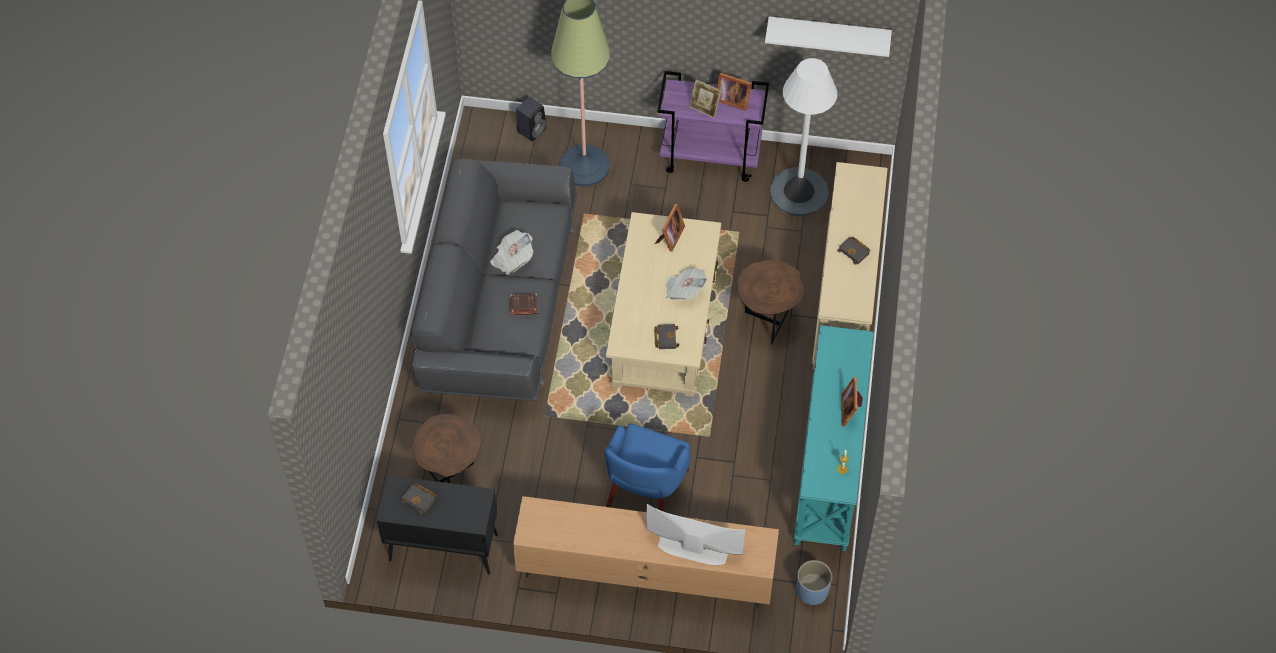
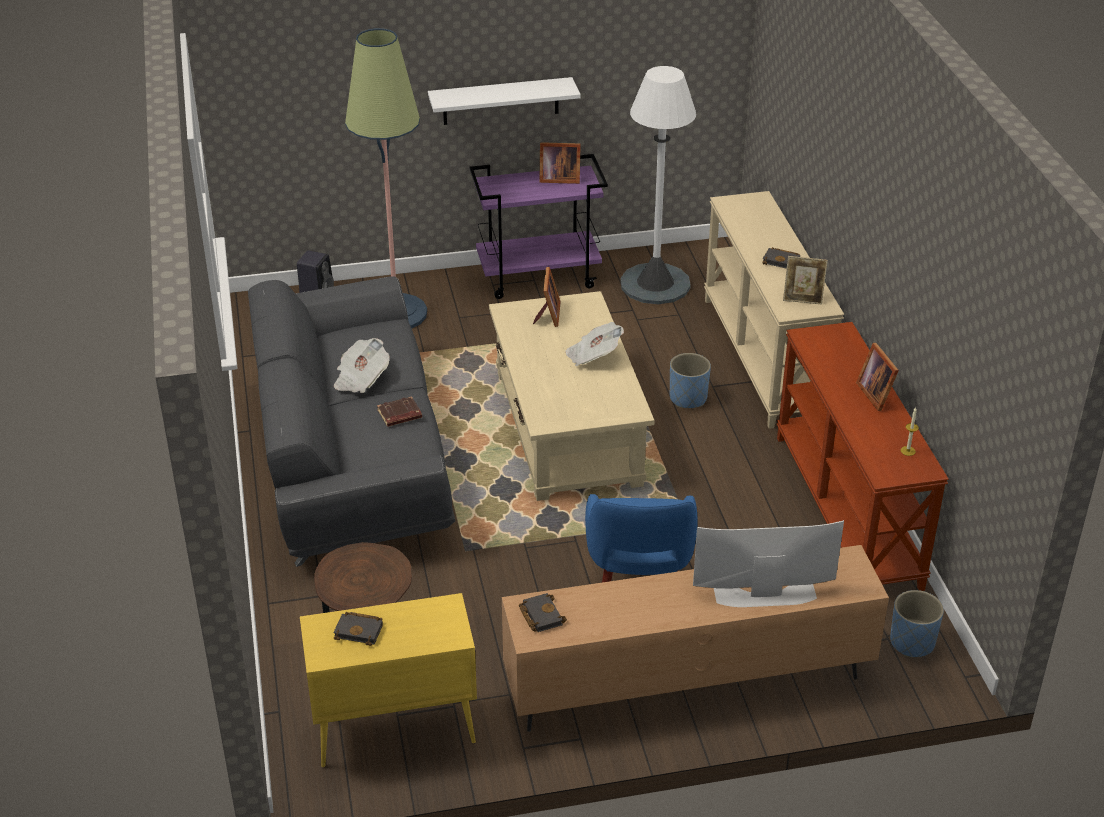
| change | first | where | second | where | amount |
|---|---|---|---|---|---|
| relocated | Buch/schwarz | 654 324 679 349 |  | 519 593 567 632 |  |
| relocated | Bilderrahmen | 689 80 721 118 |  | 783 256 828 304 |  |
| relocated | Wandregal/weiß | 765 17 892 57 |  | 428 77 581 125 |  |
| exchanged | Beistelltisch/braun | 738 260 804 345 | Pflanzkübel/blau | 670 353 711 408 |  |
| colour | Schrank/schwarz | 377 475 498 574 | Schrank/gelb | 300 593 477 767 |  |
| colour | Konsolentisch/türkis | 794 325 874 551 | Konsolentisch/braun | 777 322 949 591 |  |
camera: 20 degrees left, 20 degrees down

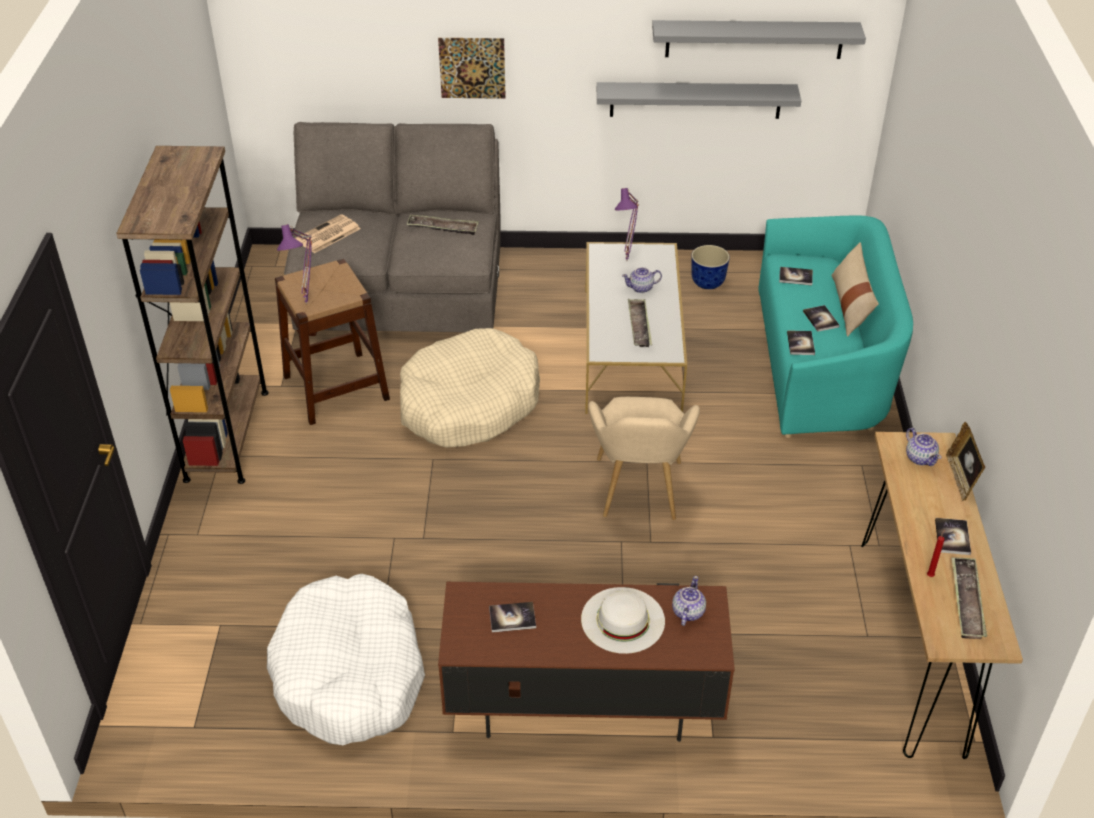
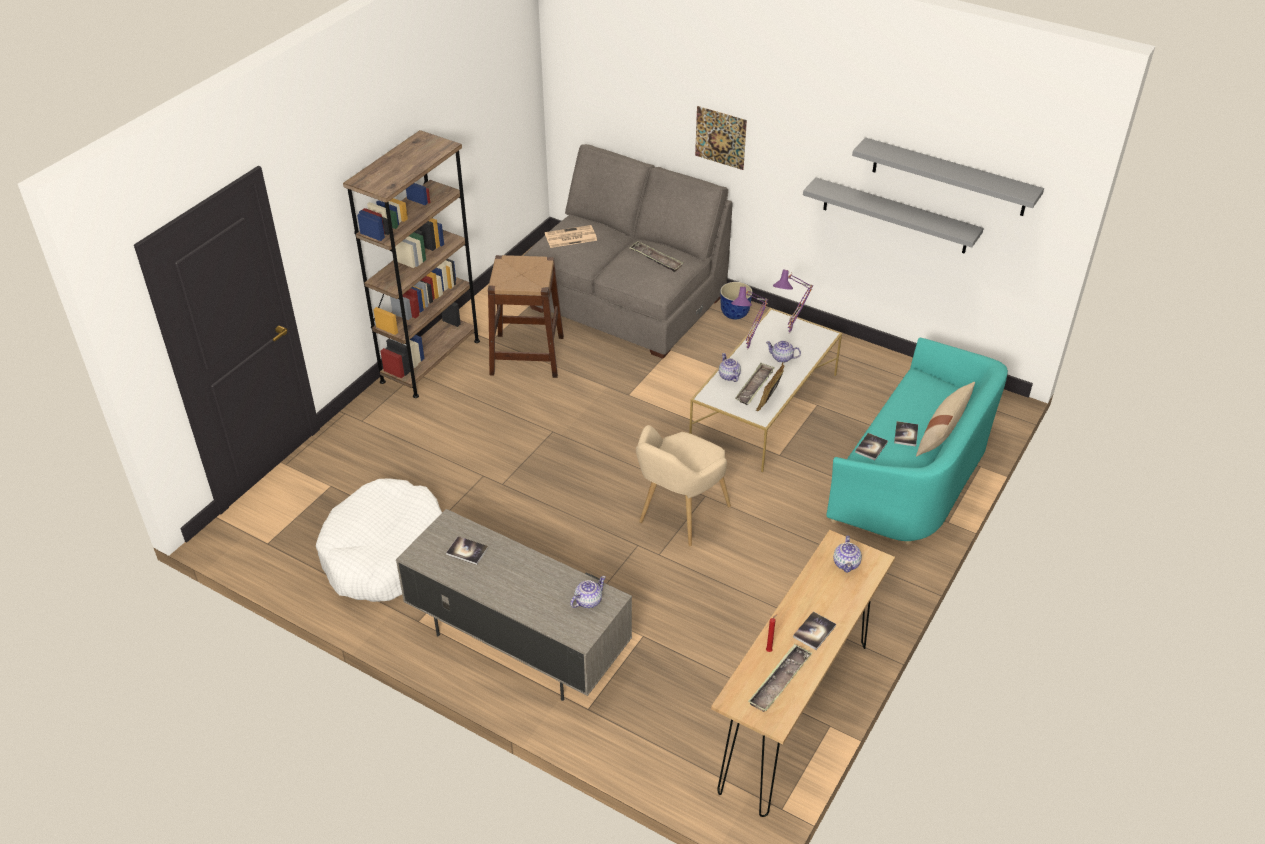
| change | first | where | second | where | amount |
|---|---|---|---|---|---|
| missing | Hundebett/beige | 400 328 540 448 |  |  |  |
| missing | Hut/weiß | 581 587 665 654 |  |  |  |
| missing | Buch | 779 267 813 285 |  |  |  |
| appeared |  |  | Teekanne | 719 353 741 382 |  |
| relocated | Tischlampe/lila | 277 224 313 304 |  | 731 286 768 350 |  |
| relocated | Pflanzkübel | 691 245 730 289 |  | 720 282 753 319 |  |
| relocated | Bilderrahmen | 946 422 985 501 |  | 756 362 784 411 |  |
| colour | Fernsehschrank/braun | 438 582 735 742 | Fernsehschrank/grau | 396 509 632 701 |  |
camera: 30 degrees right, 0 degrees up

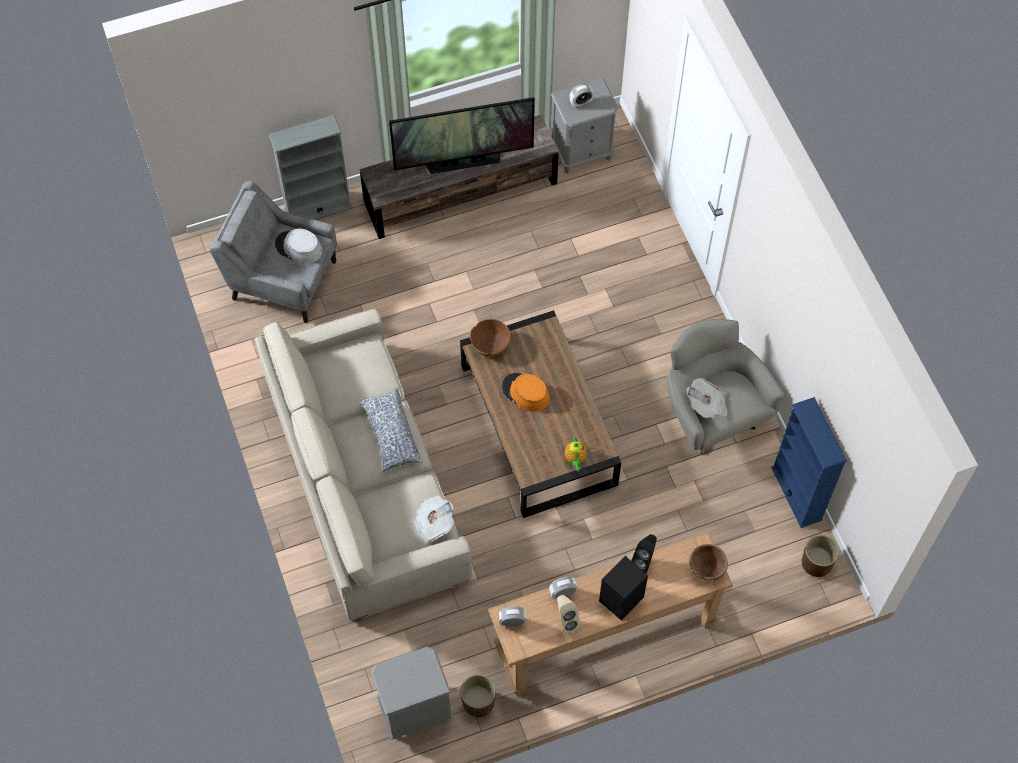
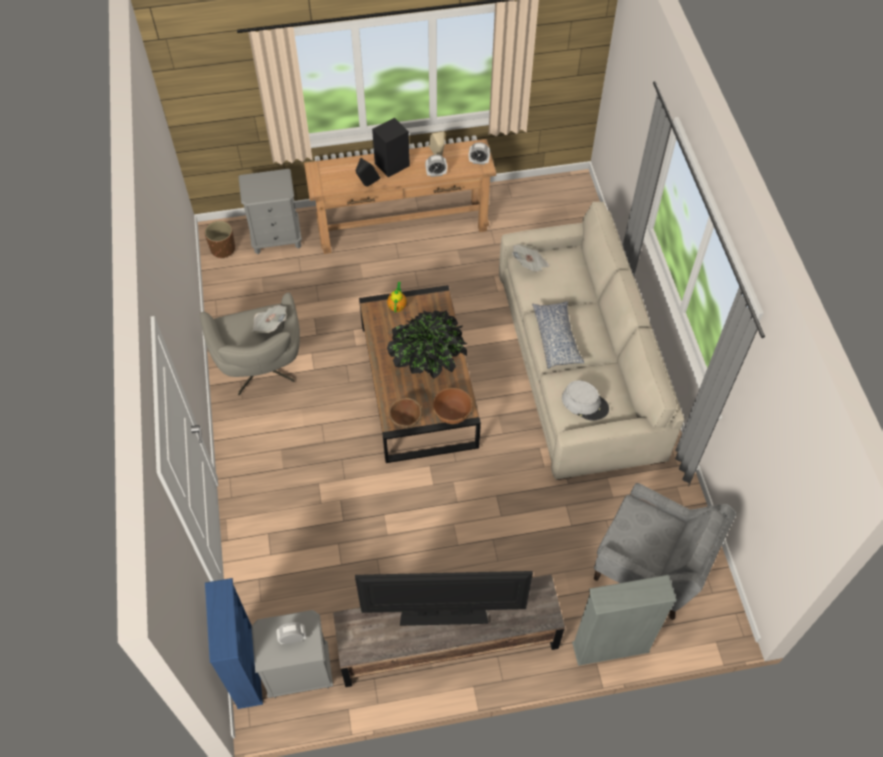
| change | first | where | second | where | amount |
|---|---|---|---|---|---|
| missing | Pflanzkübel/braun | 460 674 496 717 |  |  |  |
| relocated | Hut/grau | 275 229 323 264 |  | 562 380 609 421 |  |
| relocated | Nachttisch/grau | 371 646 453 740 |  | 238 169 302 254 |  |
| relocated | Schüssel/braun | 689 544 728 581 |  | 388 398 422 429 |  |
| relocated | Bücherregal/blau | 771 397 847 528 |  | 205 578 263 709 |  |
| exchanged | Hut/orange | 502 373 550 411 | Topfpflanze | 387 310 468 379 |  |
camera: 170 degrees left, 5 degrees down

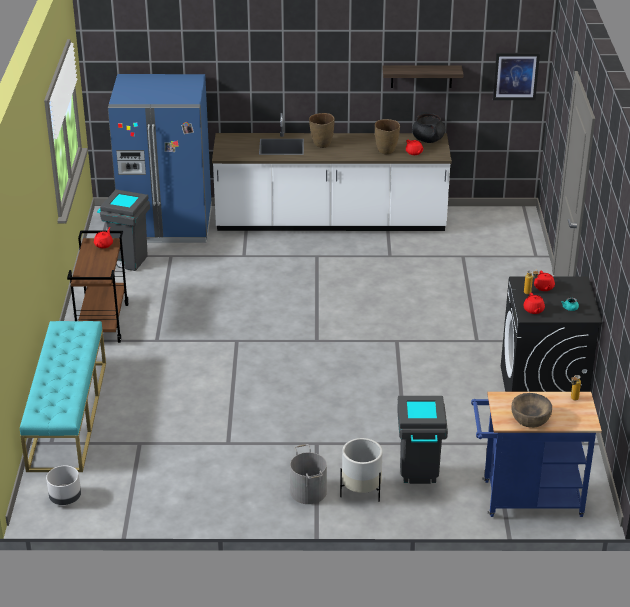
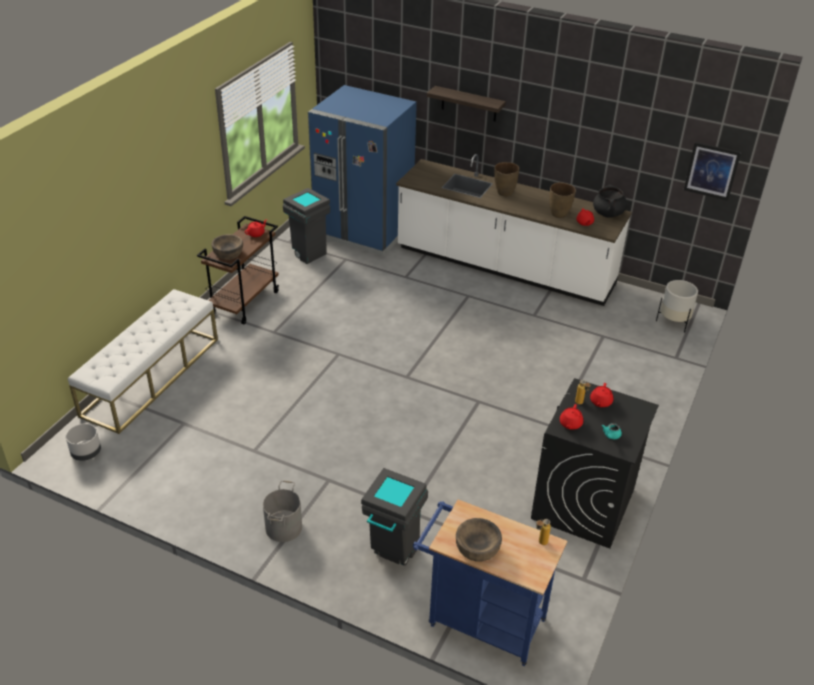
| change | first | where | second | where | amount |
|---|---|---|---|---|---|
| appeared |  |  | Schüssel/braun | 212 234 243 260 |  |
| relocated | Pflanzkübel/weiß | 340 438 383 502 |  | 656 280 698 333 |  |
| relocated | Wandregal | 383 66 463 88 |  | 427 86 506 122 |  |
| colour | Bank/türkis | 20 321 106 472 | Bank/weiß | 68 289 218 434 |  |
camera: 25 degrees right, 5 degrees up

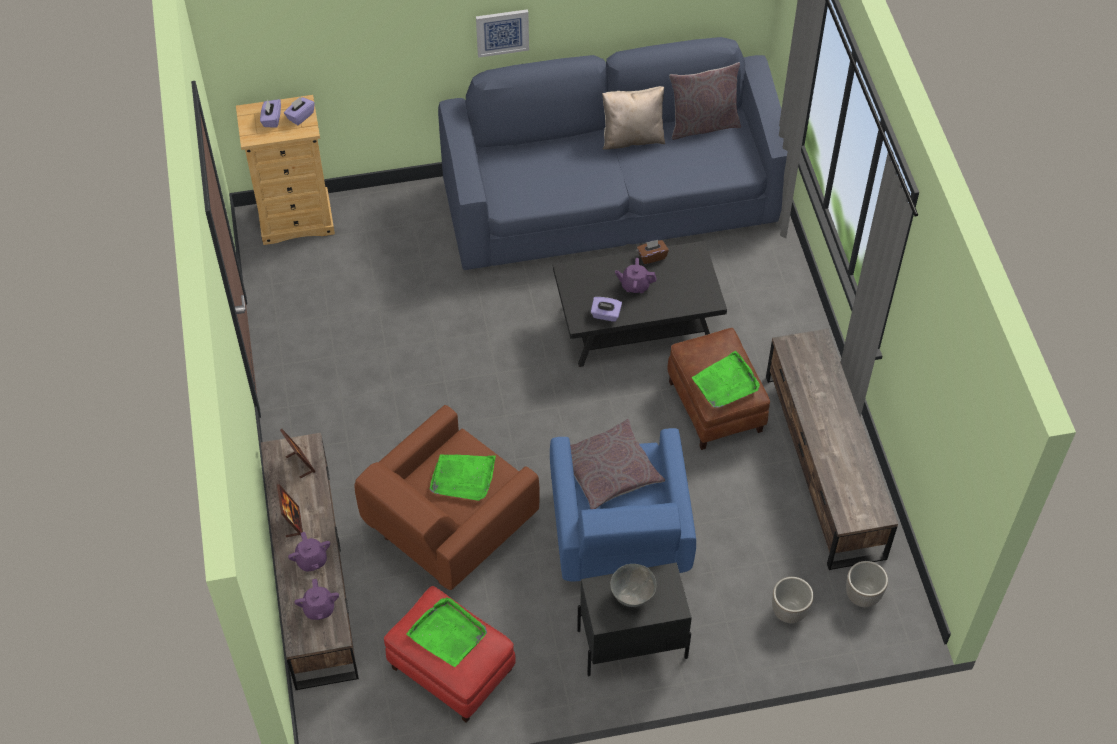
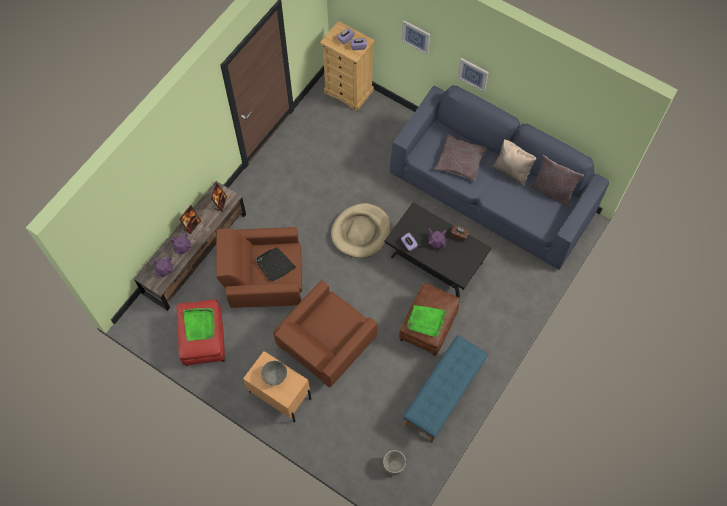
| change | first | where | second | where | amount |
|---|---|---|---|---|---|
| missing | Pflanzkübel | 772 577 814 623 |  |  |  |
| appeared |  |  | Hundebett/beige | 331 203 391 258 |  |
| appeared |  |  | Bild | 401 20 430 55 |  |
| relocated | Kissen/grau | 570 419 665 509 |  | 434 134 487 182 |  |
| exchanged | Fernsehschrank/braun | 766 329 898 570 | Bank/blau | 403 335 488 443 |  |
| colour | Tablett/grün | 430 454 496 501 | Tablett/schwarz | 256 247 296 281 |  |
| colour | Sessel/blau | 550 428 696 582 | Sessel/braun | 273 280 378 387 |  |
| colour | Nachttisch/schwarz | 577 562 692 676 | Nachttisch/beige | 243 351 311 423 |  |
camera: 45 degrees right, 10 degrees up

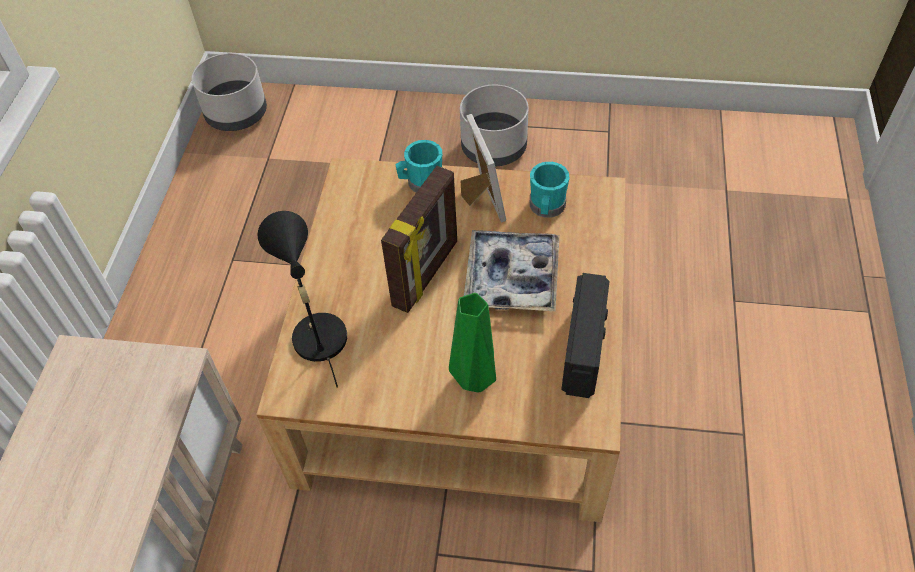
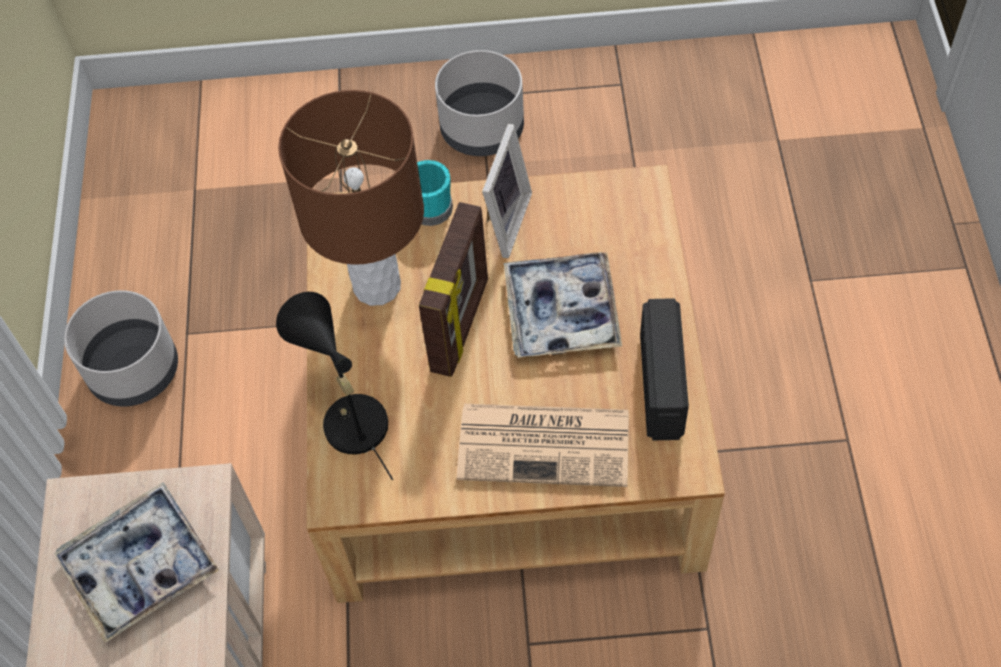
| change | first | where | second | where | amount |
|---|---|---|---|---|---|
| missing | Henkelbecher/türkis | 530 162 569 218 |  |  |  |
| appeared |  |  | Tablett | 54 482 219 643 |  |
| appeared |  |  | Tischlampe/braun | 278 90 424 306 |  |
| relocated | Pflanzkübel/grau | 191 53 267 131 |  | 64 290 178 406 |  |
| exchanged | Vase/grün | 449 293 496 393 | Zeitung | 457 404 629 487 |  |
| spun | Bilderrahmen | 461 114 506 223 |  | 482 124 532 258 | 45 degrees clockwise |
camera: 10 degrees left, 5 degrees up

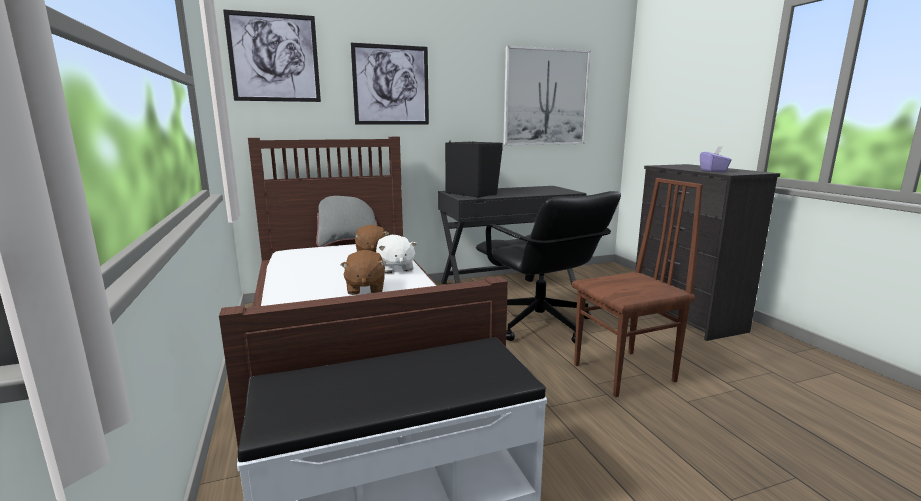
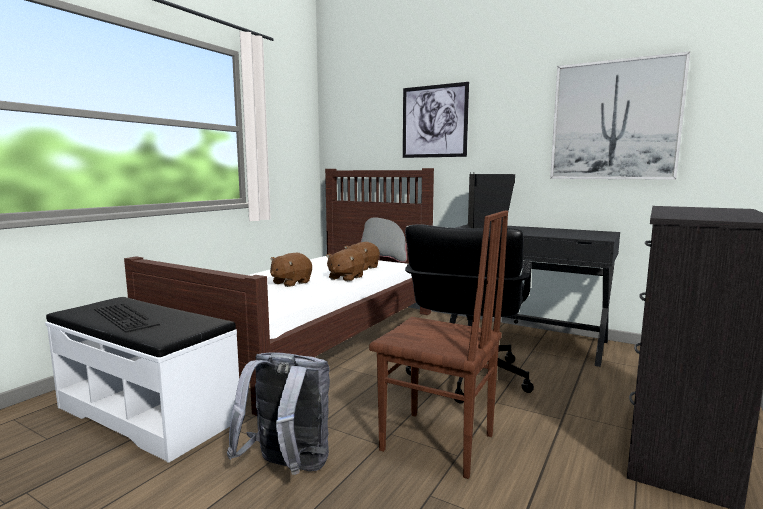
| change | first | where | second | where | amount |
|---|---|---|---|---|---|
| missing | Bild | 223 10 321 102 |  |  |  |
| missing | Taschentuchbox/lila | 700 146 732 172 |  |  |  |
| appeared |  |  | Tastatur | 94 303 160 333 |  |
| appeared |  |  | Rucksack/grau | 227 353 330 475 |  |
| colour | Plüschtier/weiß | 376 235 417 273 | Plüschtier/braun | 326 249 365 281 |  |
camera: 50 degrees right, 5 degrees down

